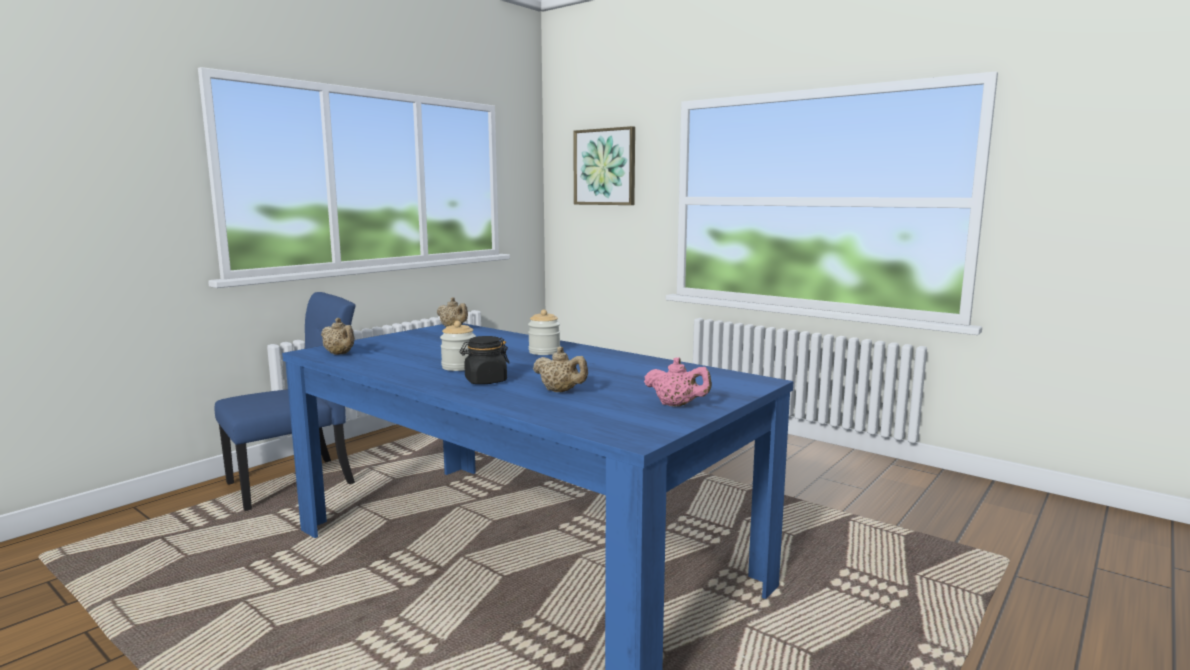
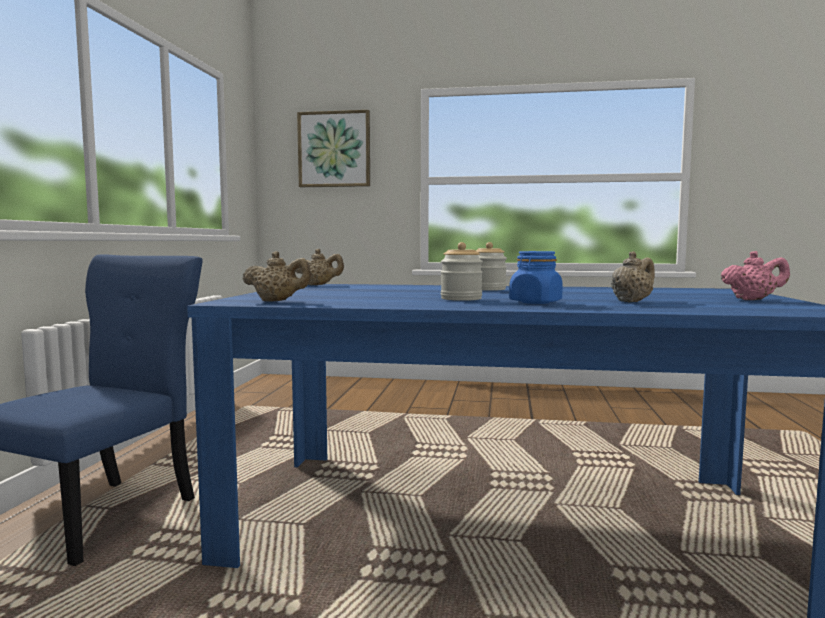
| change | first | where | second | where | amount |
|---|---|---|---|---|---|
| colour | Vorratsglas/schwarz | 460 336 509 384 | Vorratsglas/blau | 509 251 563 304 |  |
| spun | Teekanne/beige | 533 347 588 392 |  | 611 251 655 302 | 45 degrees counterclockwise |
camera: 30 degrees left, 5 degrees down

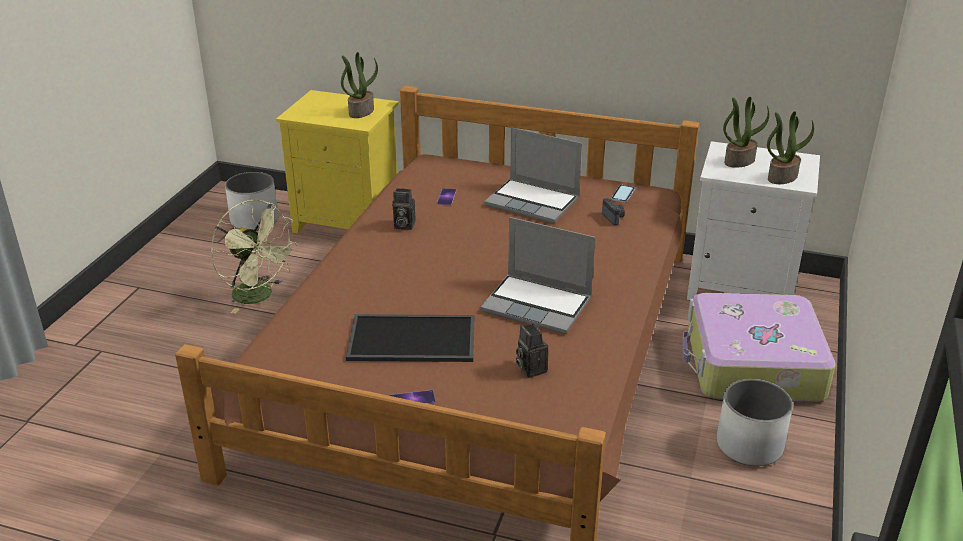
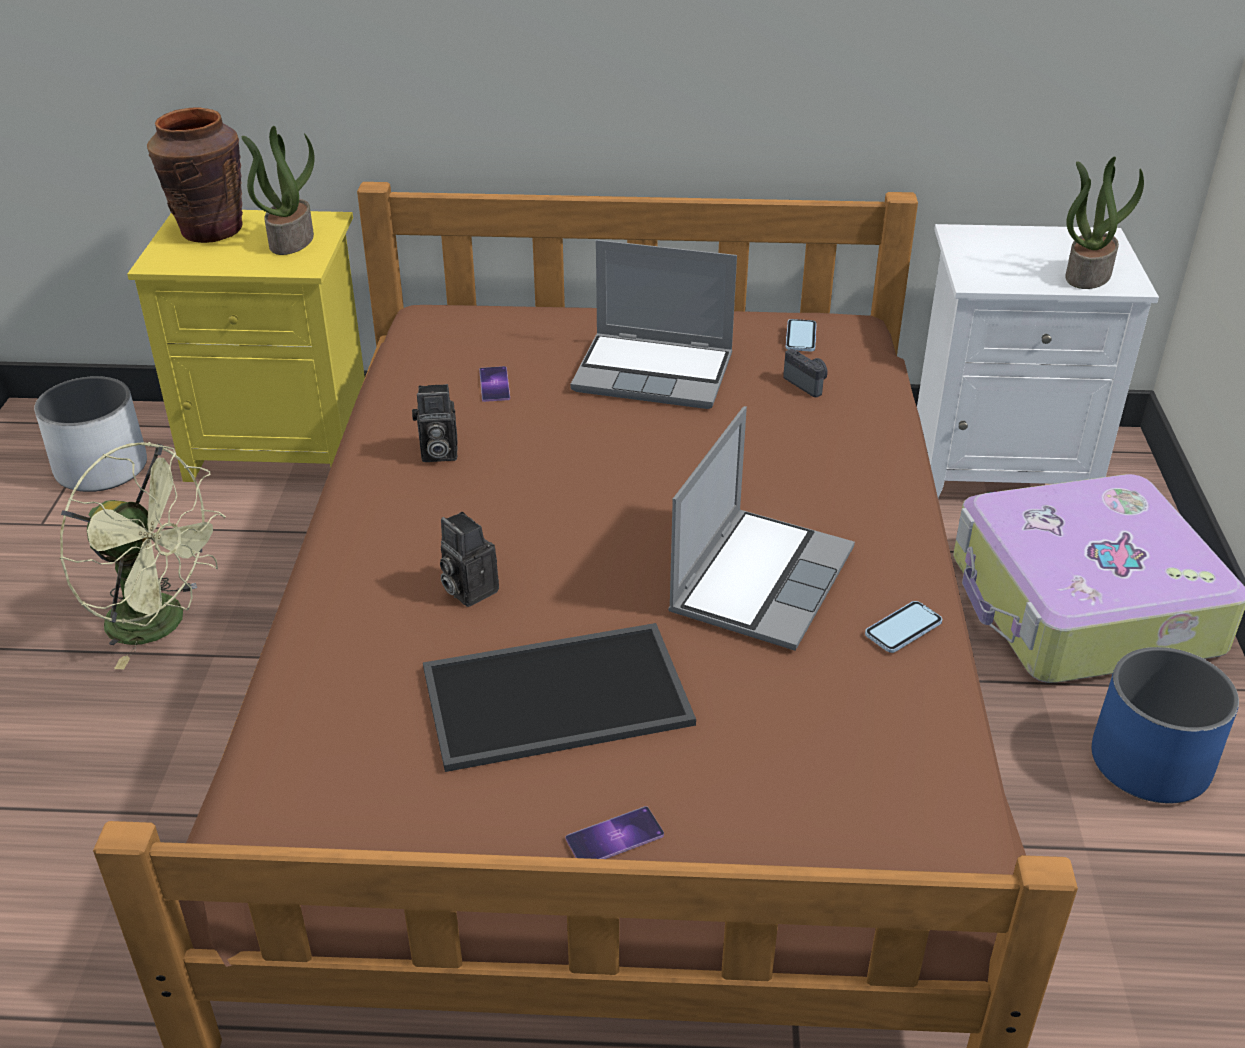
| change | first | where | second | where | amount |
|---|---|---|---|---|---|
| missing | Topfpflanze | 723 97 769 168 |  |  |  |
| appeared |  |  | Vase/braun | 147 108 243 243 |  |
| appeared |  |  | Handy | 865 601 942 653 |  |
| relocated | Kamera | 516 324 548 378 |  | 440 512 499 607 |  |
| colour | Pflanzkübel/weiß | 717 379 793 466 | Pflanzkübel/blau | 1092 647 1239 803 |  |
| spun | Laptop | 480 217 595 334 |  | 668 406 855 651 | 75 degrees counterclockwise |
camera: 15 degrees left, 5 degrees up

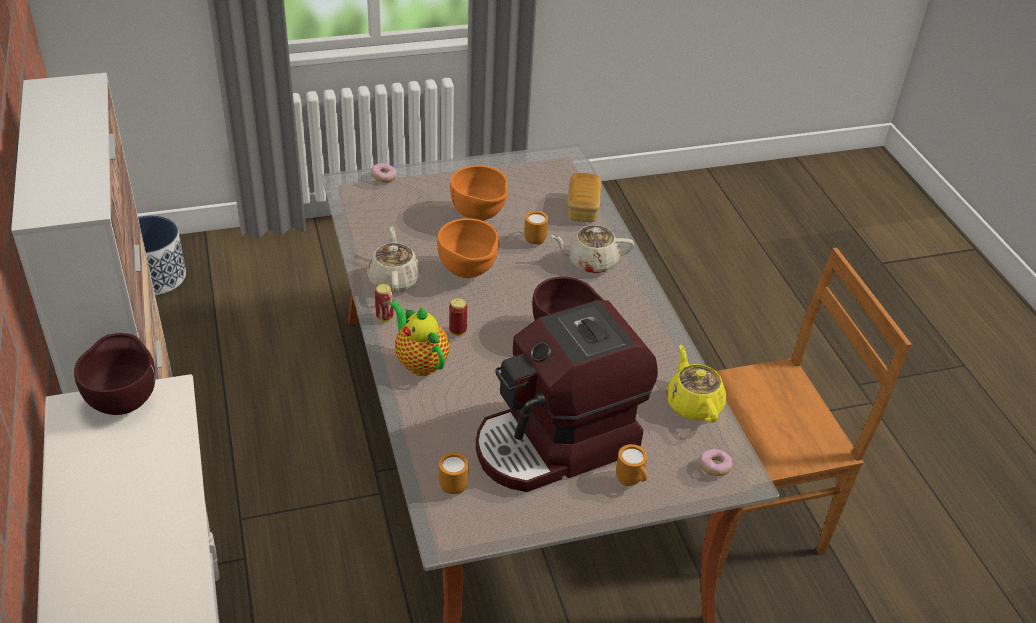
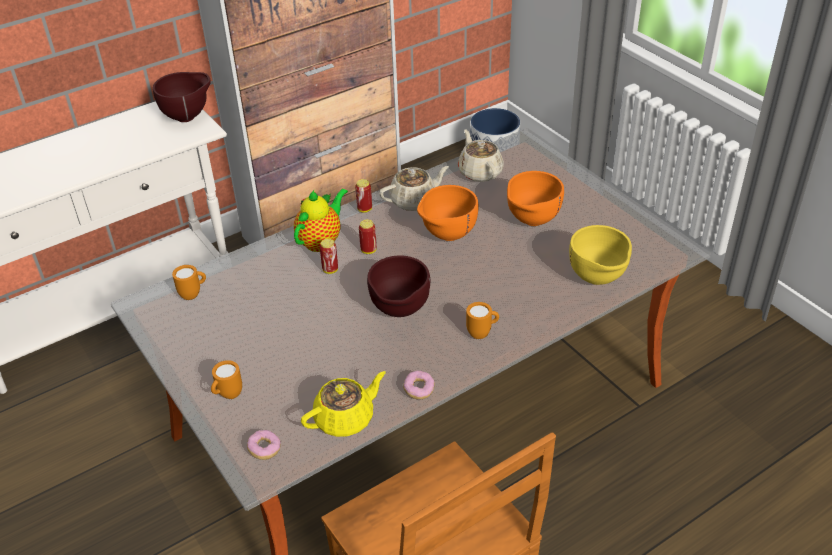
| change | first | where | second | where | amount |
|---|---|---|---|---|---|
| missing | Kaffeemaschine | 476 300 658 492 |  |  |  |
| appeared |  |  | Dose | 320 239 338 274 |  |
| relocated | Donut | 371 163 397 183 |  | 403 370 435 399 |  |
| relocated | Henkelbecher/orange | 524 211 548 245 |  | 466 302 499 339 |  |
| relocated | Teekanne/beige | 551 225 634 273 |  | 458 129 504 182 |  |
| exchanged | Brot | 567 173 601 222 | Schüssel/gelb | 569 225 632 285 |  |
camera: 75 degrees right, 0 degrees up

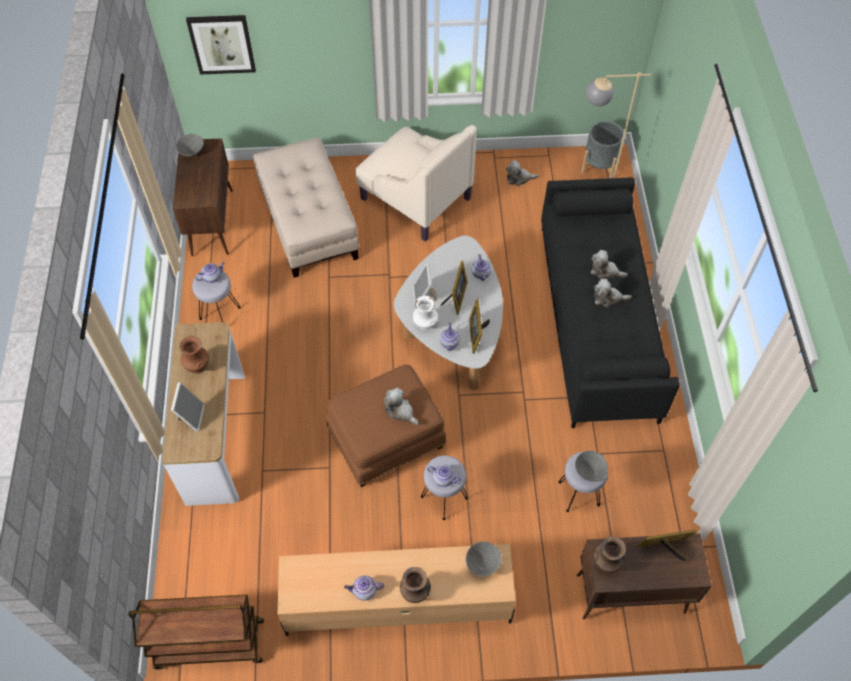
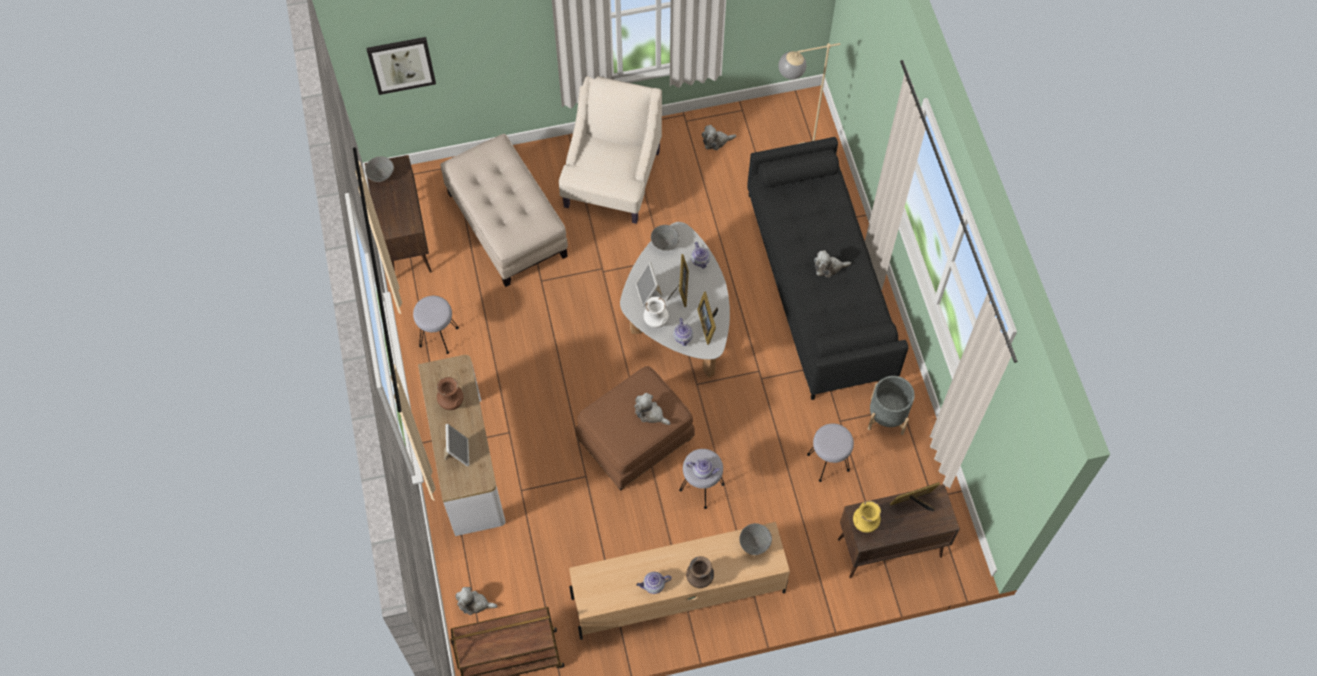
| change | first | where | second | where | amount |
|---|---|---|---|---|---|
| missing | Teekanne | 196 262 225 283 |  |  |  |
| relocated | Schüssel/grau | 575 451 608 482 |  | 651 225 680 251 |  |
| relocated | Pflanzkübel/grau | 581 121 624 178 |  | 868 376 915 435 |  |
| relocated | Plüschtier | 591 250 628 279 |  | 456 587 498 615 |  |
| colour | Vase/braun | 594 536 626 573 | Vase/gelb | 853 501 881 533 |  |
| spun | Sessel/beige | 355 125 477 242 |  | 559 76 662 224 | 105 degrees counterclockwise |
camera: 10 degrees left, 5 degrees up

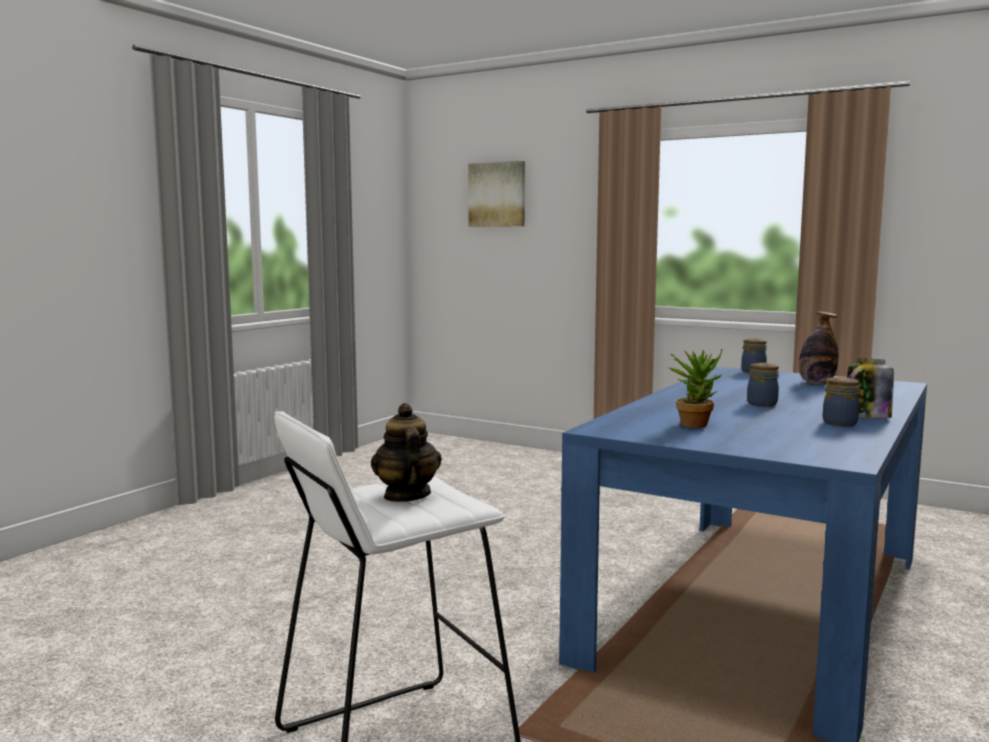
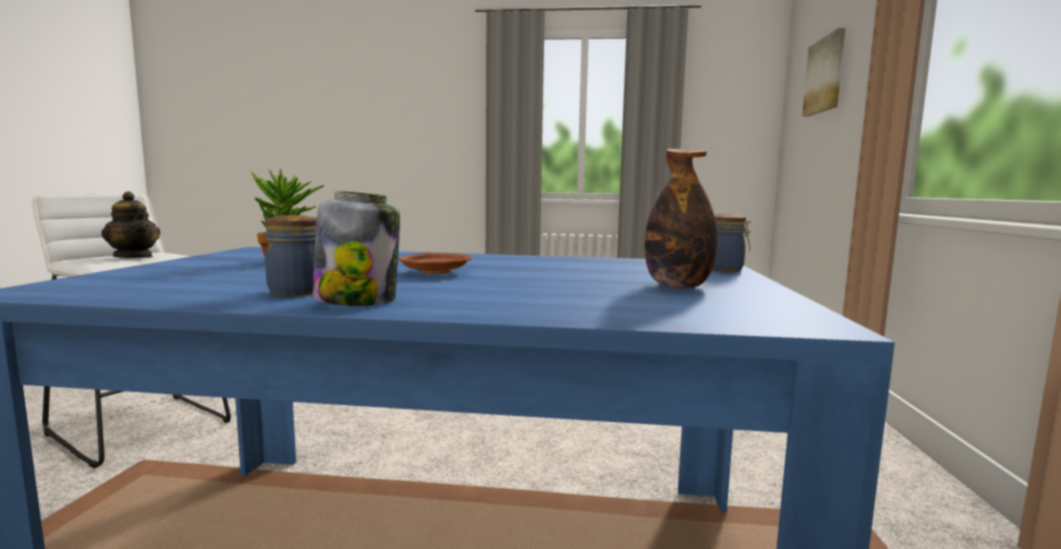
| change | first | where | second | where | amount |
|---|---|---|---|---|---|
| exchanged | Vorratsglas | 747 363 779 407 | Teller/braun | 399 253 472 274 |  |
| spun | Teekanne | 371 403 442 502 |  | 101 192 160 258 | 75 degrees clockwise |
camera: 65 degrees right, 0 degrees up

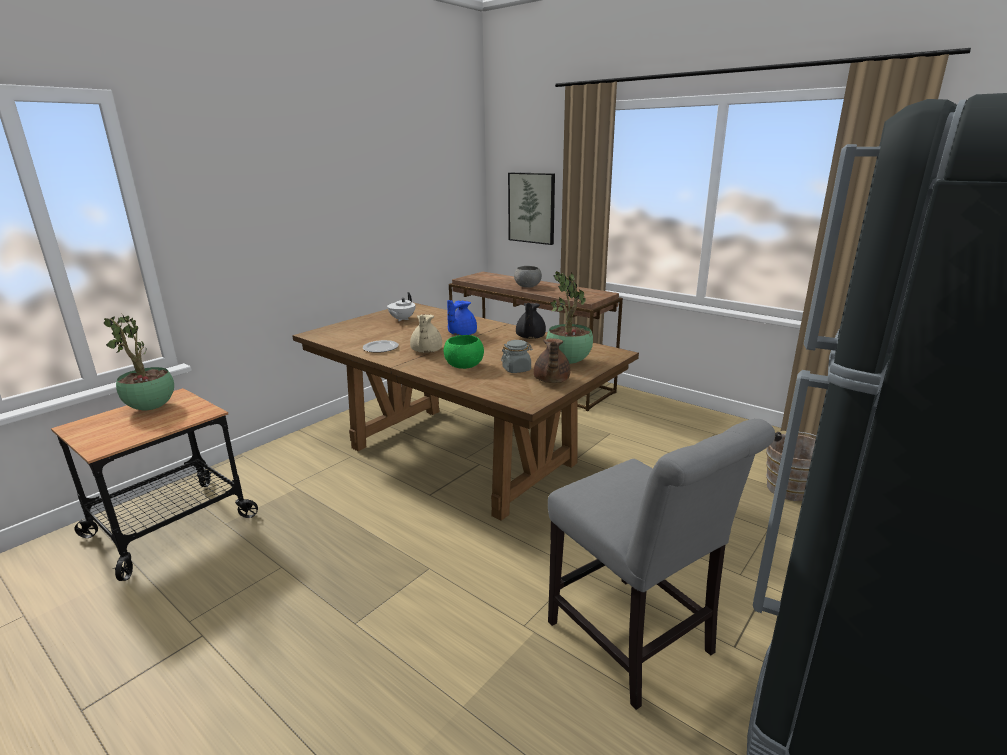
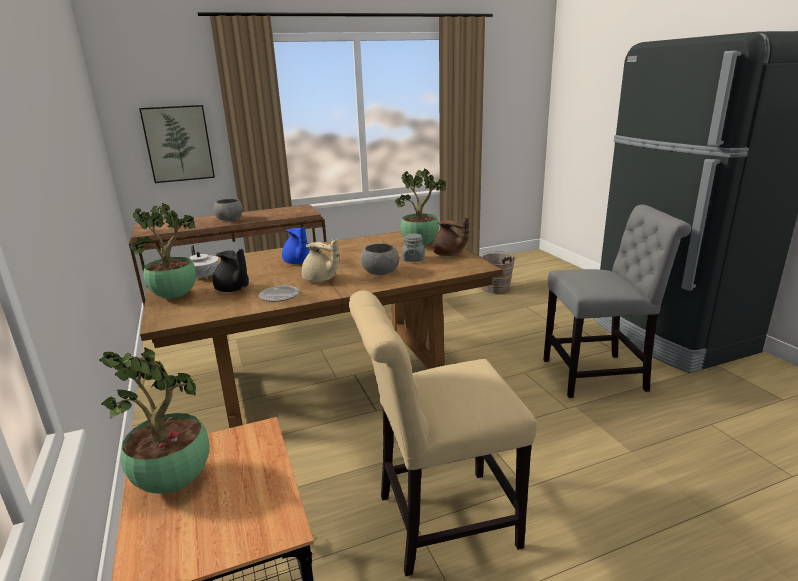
| change | first | where | second | where | amount |
|---|---|---|---|---|---|
| appeared |  |  | Topfpflanze | 129 203 196 298 |  |
| appeared |  |  | Stuhl/beige | 349 290 537 576 |  |
| relocated | Teekanne/schwarz | 516 303 546 339 |  | 213 249 249 292 |  |
| colour | Schüssel/grün | 444 335 484 369 | Schüssel/grau | 361 243 399 275 |  |
camera: 60 degrees left, 0 degrees up

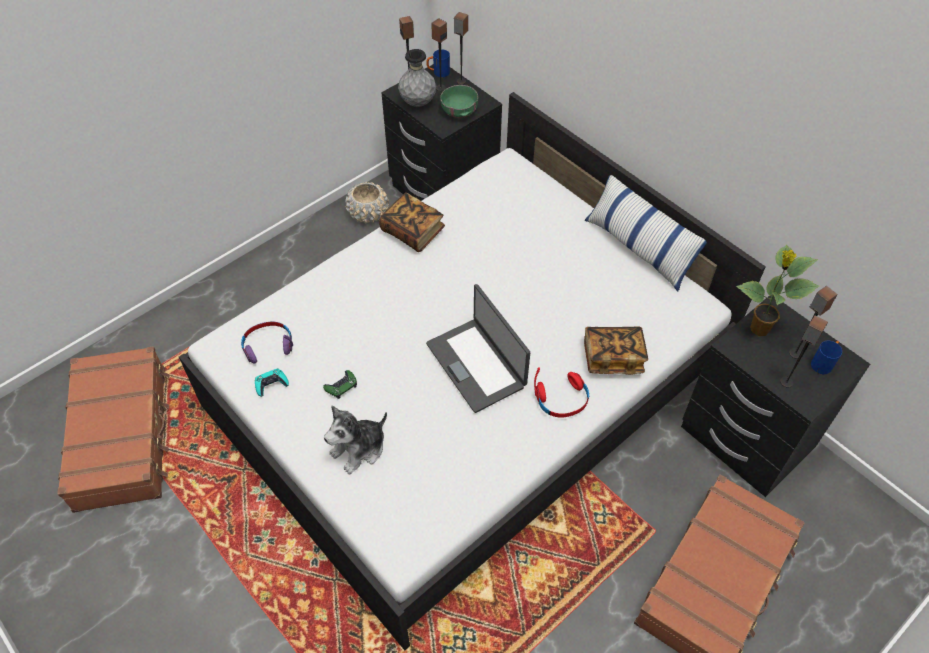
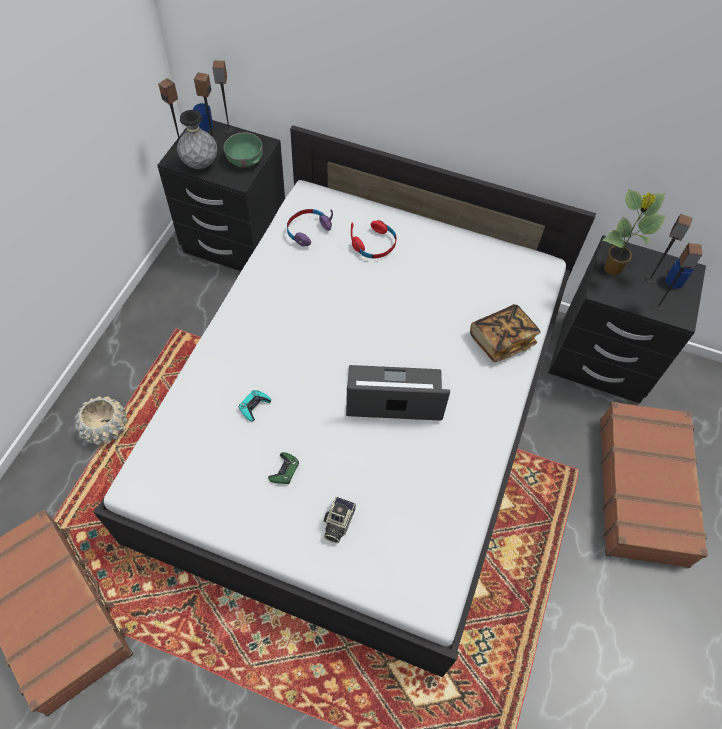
| change | first | where | second | where | amount |
|---|---|---|---|---|---|
| missing | Buch | 379 193 445 252 |  |  |  |
| missing | Kissen | 585 175 707 291 |  |  |  |
| relocated | Kopfhörer/lila | 241 322 293 363 |  | 287 209 333 246 |  |
| relocated | Gamepad/türkis | 255 369 289 397 |  | 239 390 271 421 |  |
| relocated | Pflanzkübel/beige | 345 182 389 223 |  | 75 396 128 445 |  |
| relocated | Kopfhörer/rot | 534 367 589 418 |  | 351 220 397 258 |  |
| exchanged | Plüschtier | 324 405 387 474 | Kamera | 324 497 356 543 |  |
| spun | Laptop | 426 284 530 413 |  | 346 365 450 421 | 150 degrees clockwise |
camera: 30 degrees left, 5 degrees up

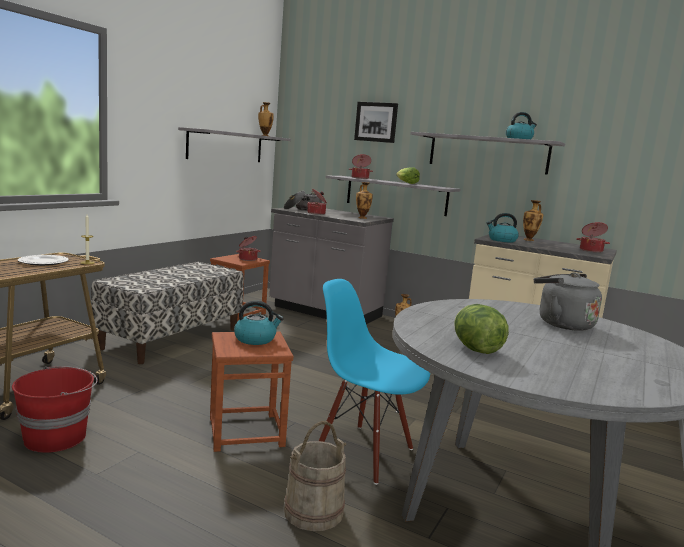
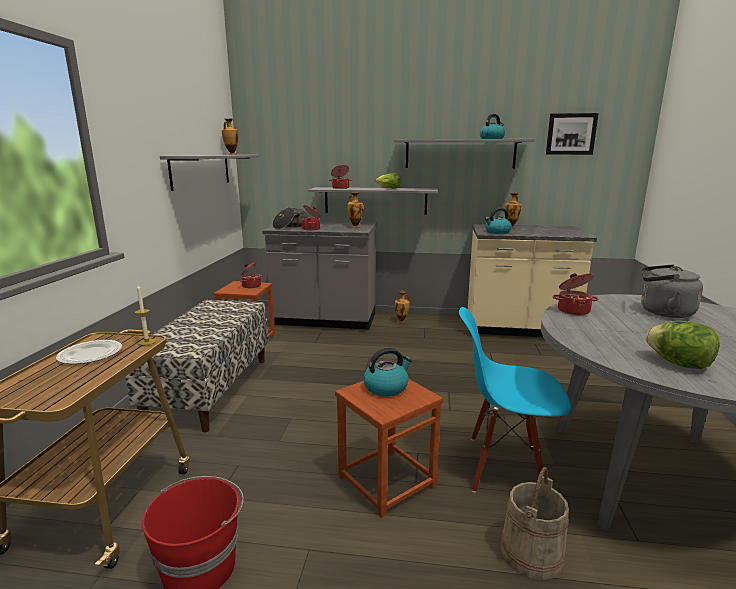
| change | first | where | second | where | amount |
|---|---|---|---|---|---|
| relocated | Bild | 354 102 398 143 |  | 546 113 599 155 |  |
| relocated | Kochtopf | 576 222 610 253 |  | 552 273 599 315 |  |
camera: 20 degrees left, 5 degrees up

